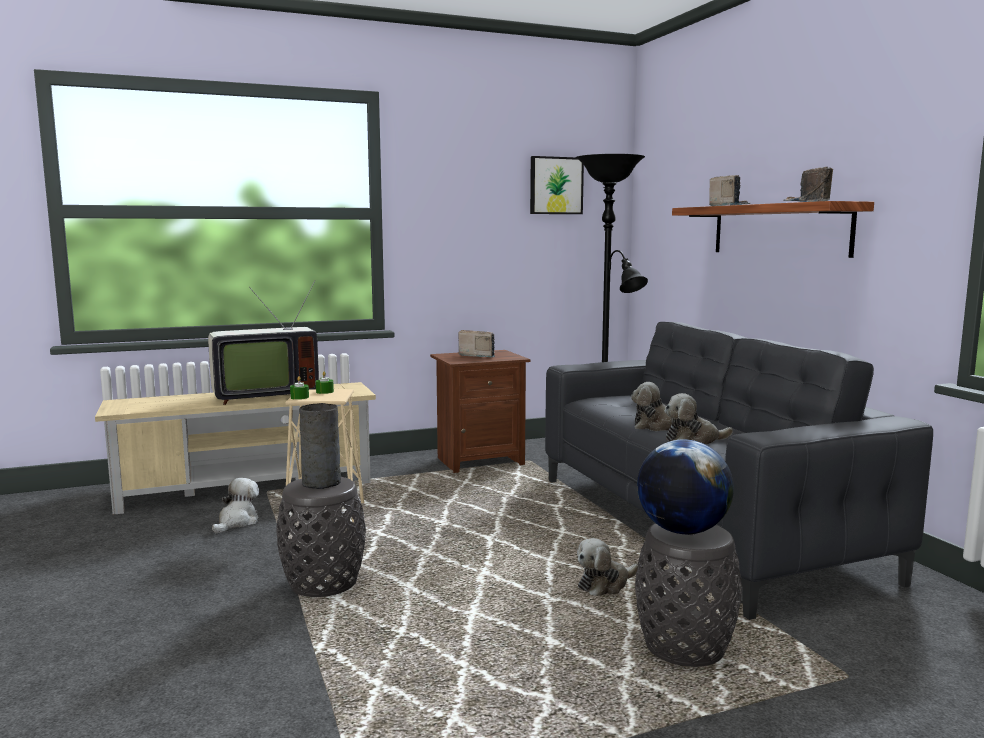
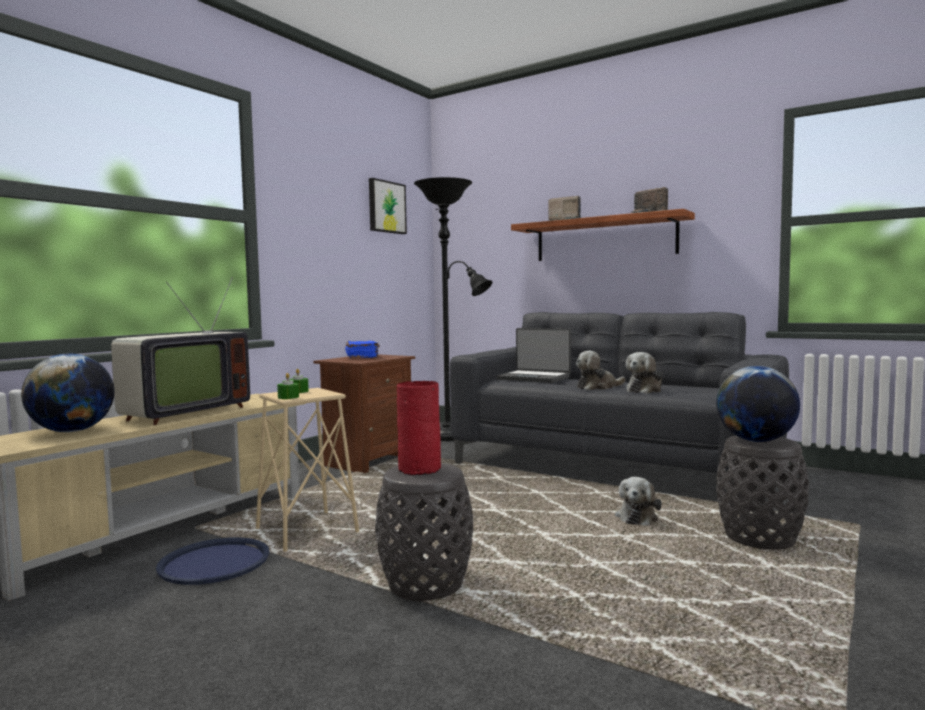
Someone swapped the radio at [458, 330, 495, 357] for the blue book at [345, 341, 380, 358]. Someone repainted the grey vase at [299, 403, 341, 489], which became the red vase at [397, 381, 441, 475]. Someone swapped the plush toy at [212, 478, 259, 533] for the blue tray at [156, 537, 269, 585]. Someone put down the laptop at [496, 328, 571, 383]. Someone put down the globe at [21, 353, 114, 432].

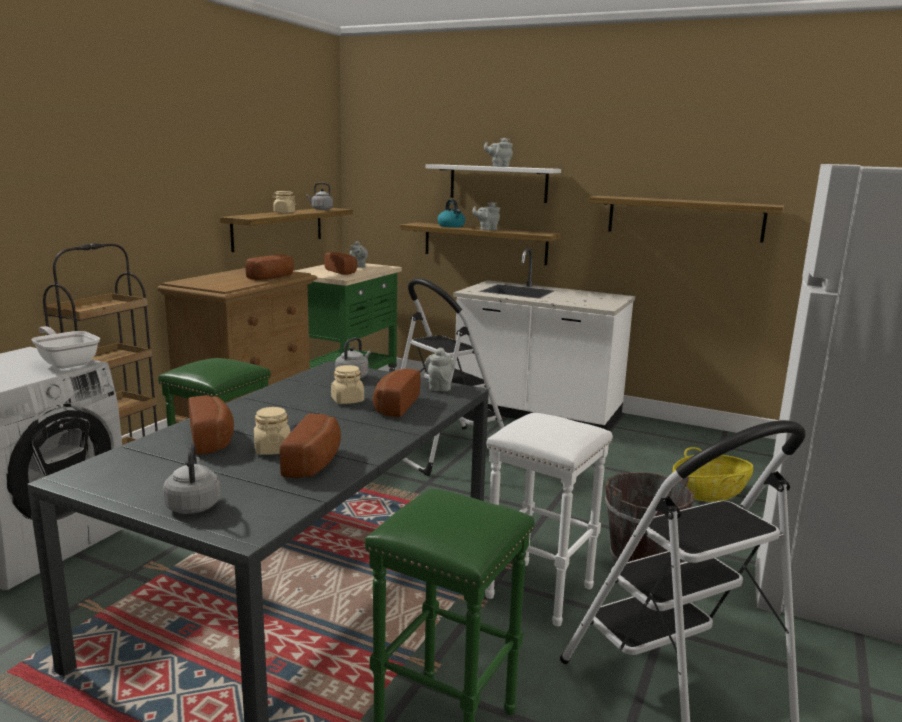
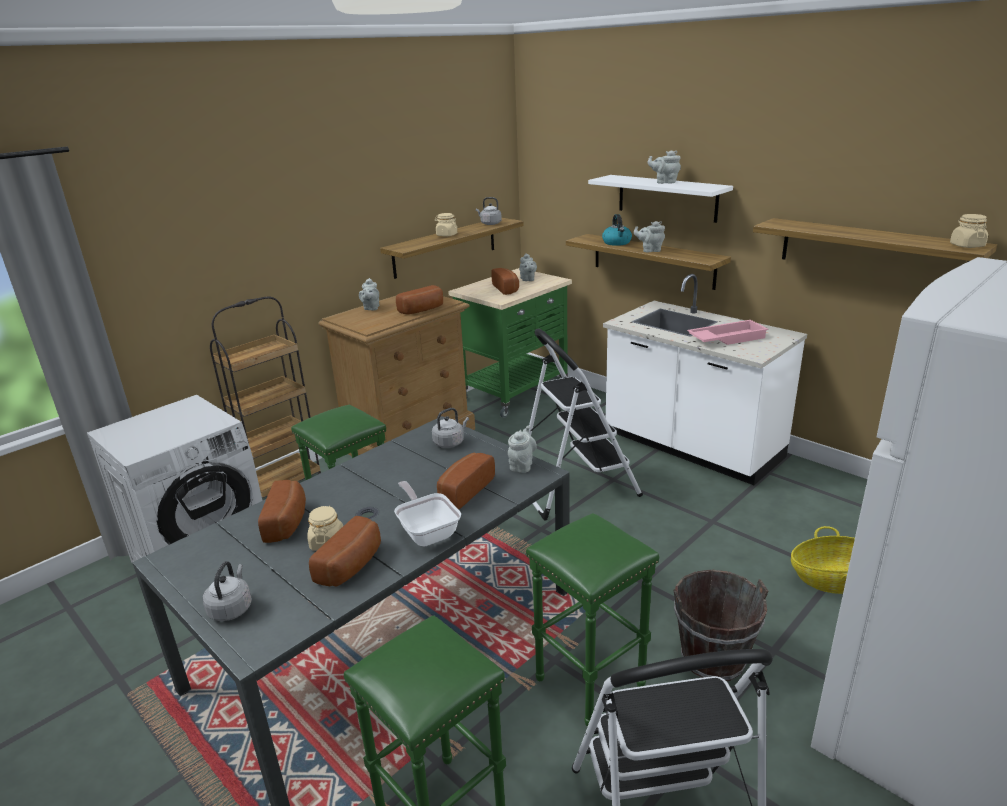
Someone carried the frying pan from [31, 326, 100, 369] to [394, 481, 461, 547]. Someone carried the beige jar from [331, 365, 364, 404] to [950, 214, 988, 248]. Someone repainted the white stool at [485, 413, 613, 626], which became the green stool at [526, 513, 659, 727]. Someone put down the grey teapot at [359, 278, 379, 311]. Someone put down the pink tray at [687, 320, 769, 345].

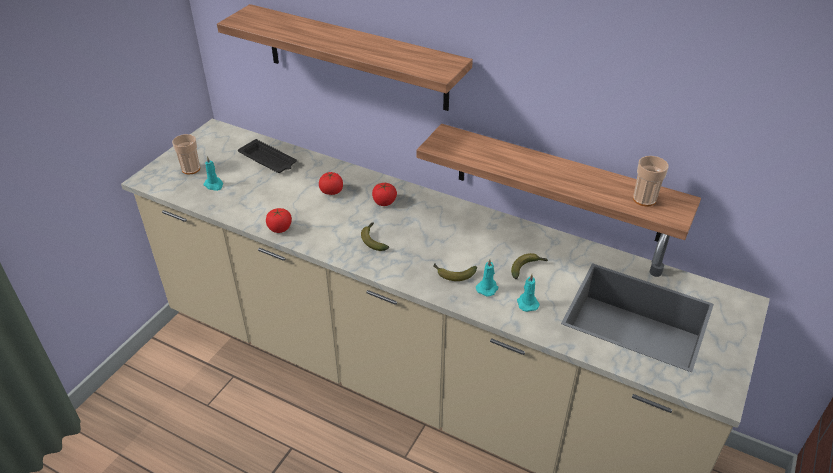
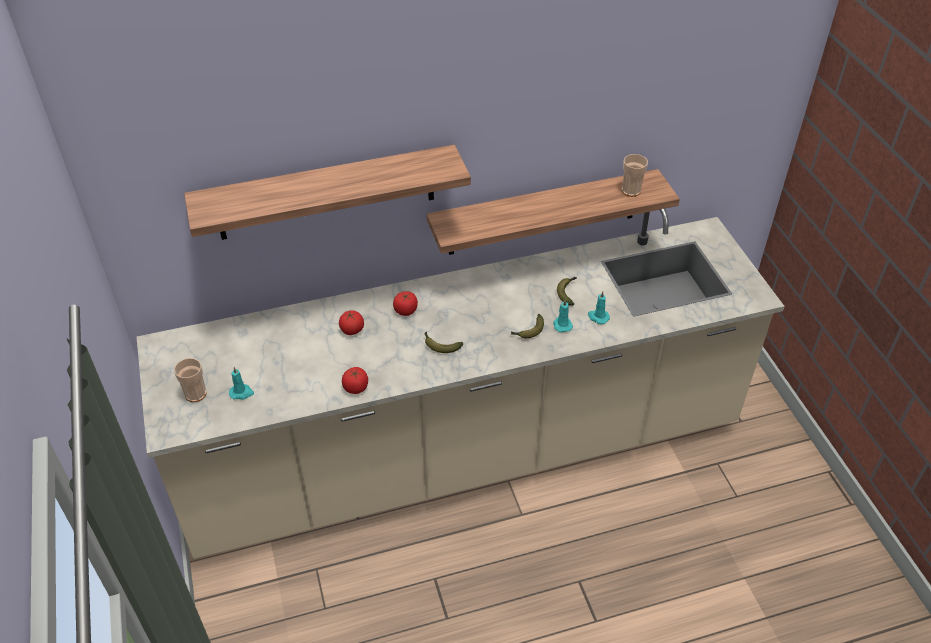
Someone took away the black tray at [238, 139, 297, 173].

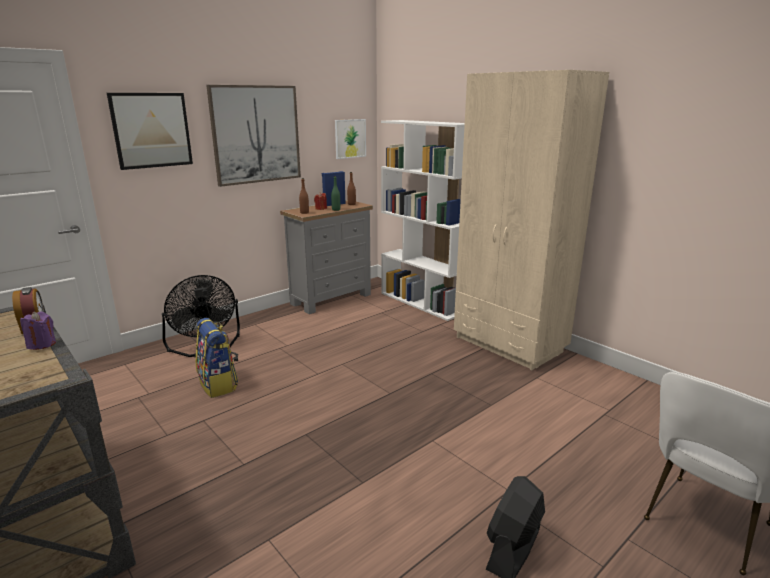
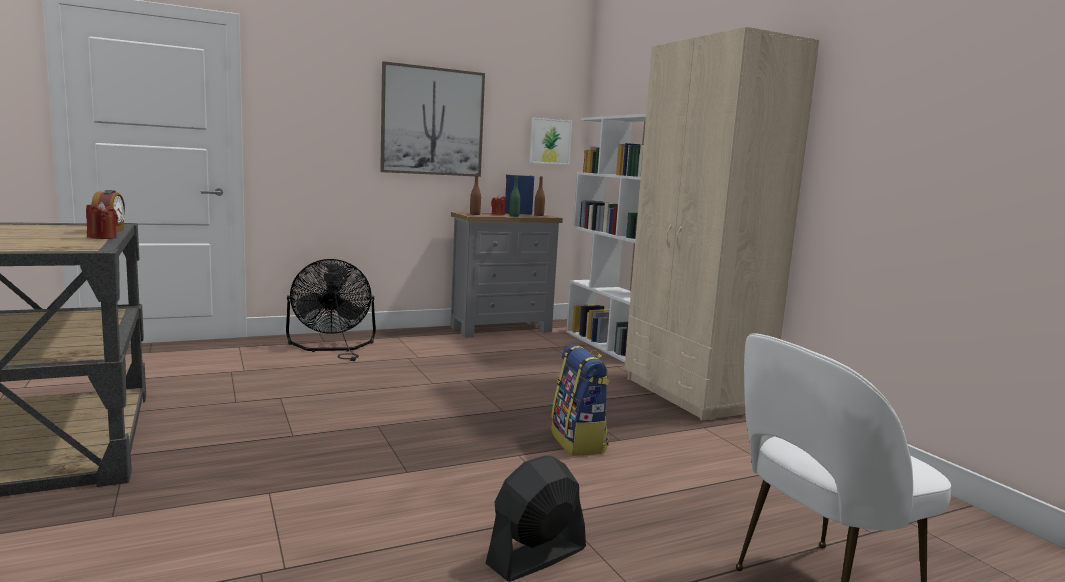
Someone took away the picture at [107, 93, 193, 170]. Someone repainted the purple candle at [20, 312, 56, 350], which became the red candle at [86, 202, 118, 239]. Someone carried the backpack from [196, 318, 238, 398] to [551, 344, 610, 456].

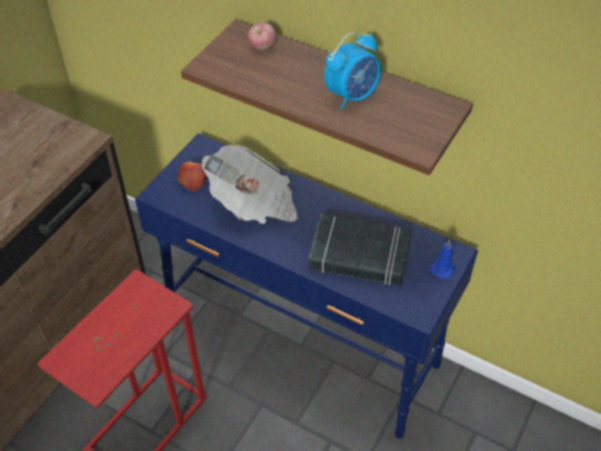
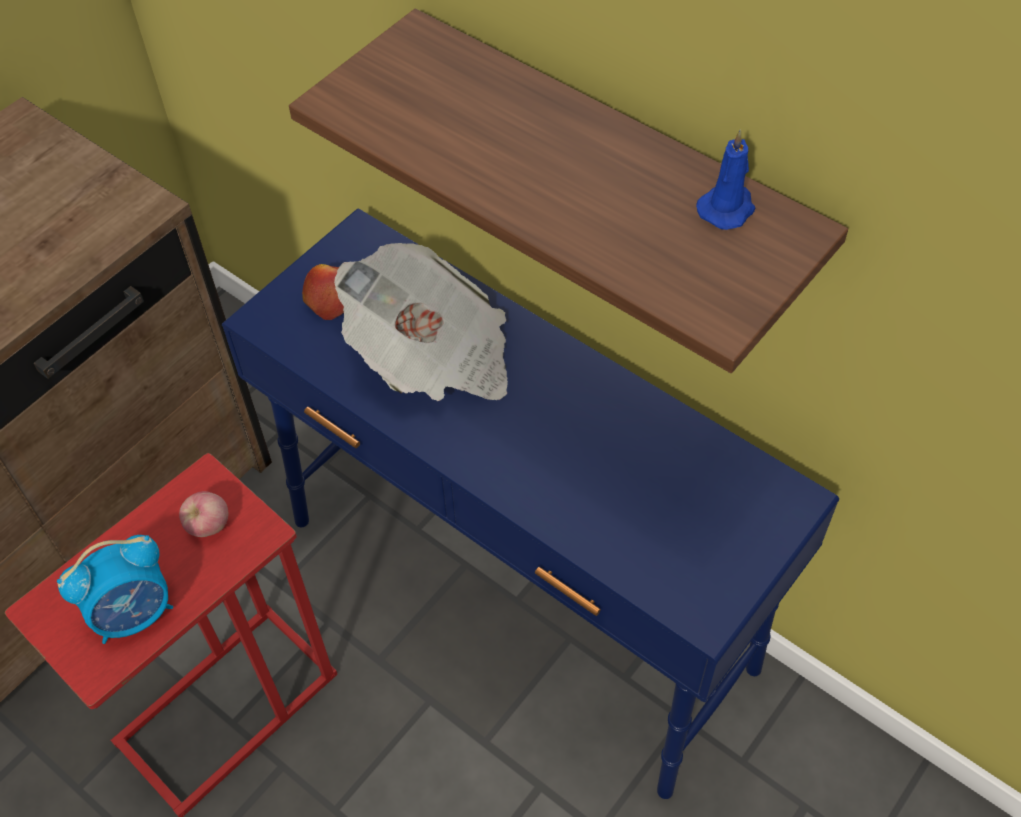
Someone carried the apple from [248, 22, 276, 50] to [179, 491, 229, 537]. Someone carried the alarm clock from [324, 32, 381, 110] to [57, 535, 173, 644]. Someone took away the black book at [309, 214, 412, 285]. Someone carried the blue candle from [430, 240, 456, 279] to [696, 129, 755, 230].

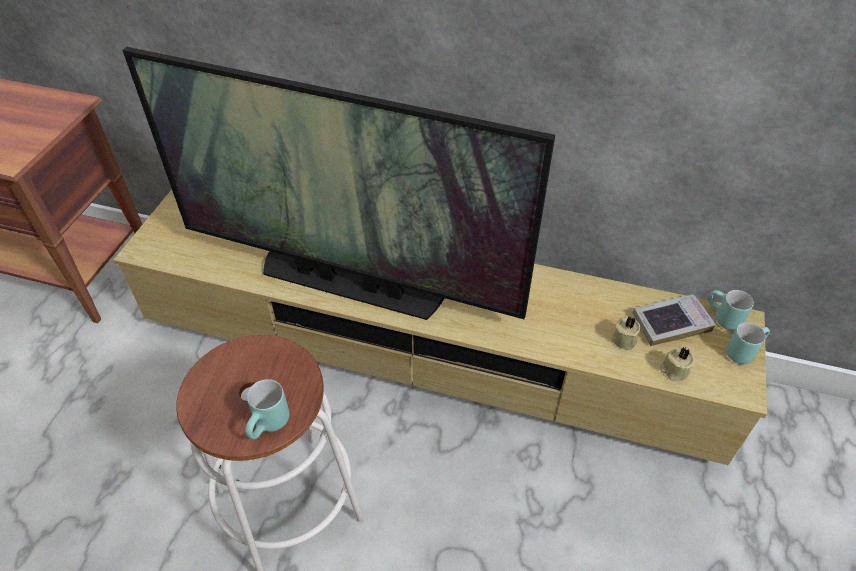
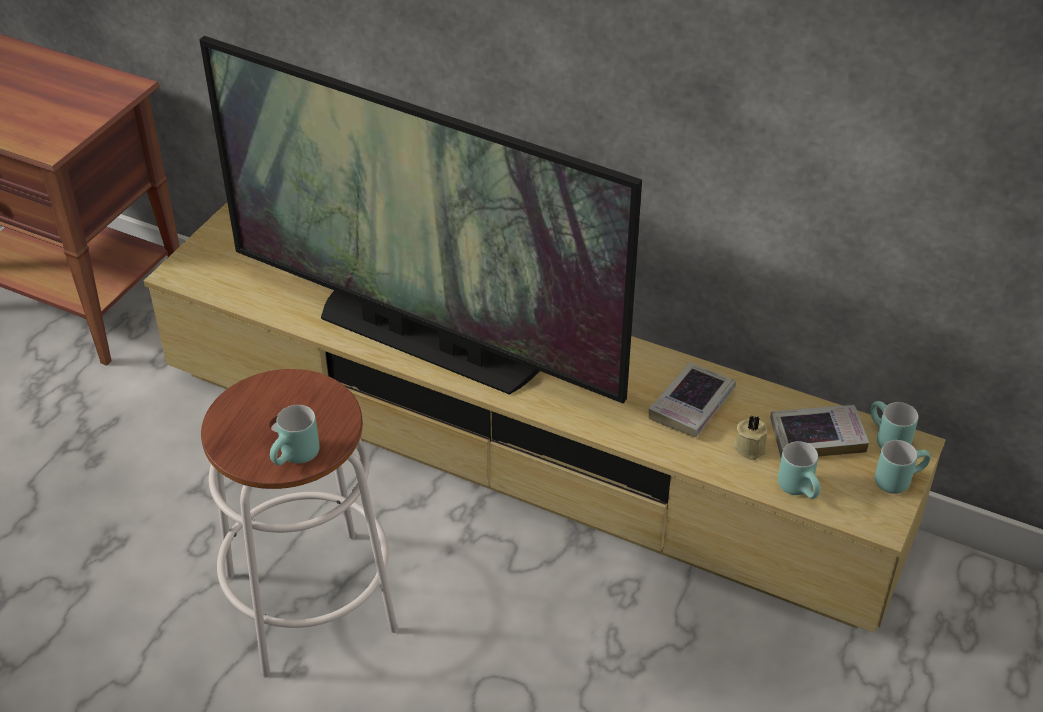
Someone swapped the beige candle at [660, 347, 695, 381] for the turquoise mug at [778, 441, 821, 499]. Someone put down the book at [649, 362, 736, 437].

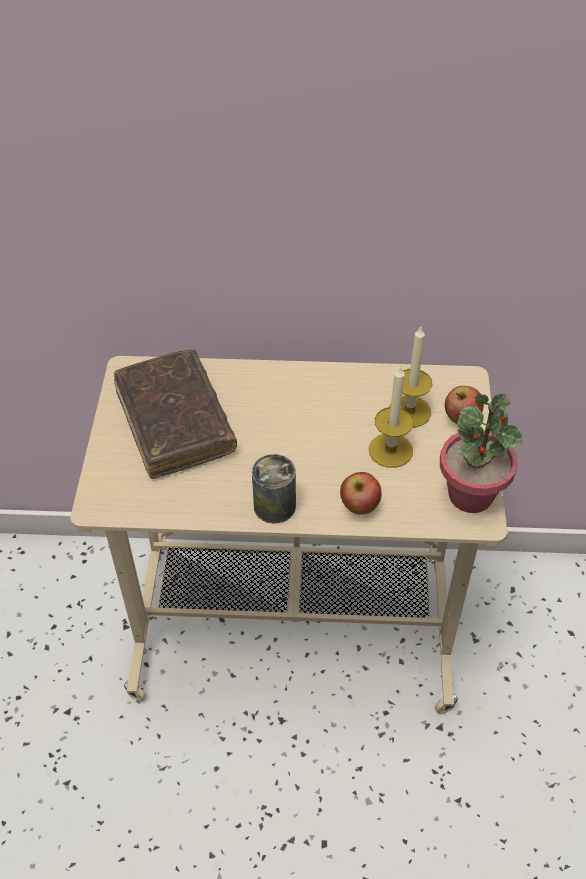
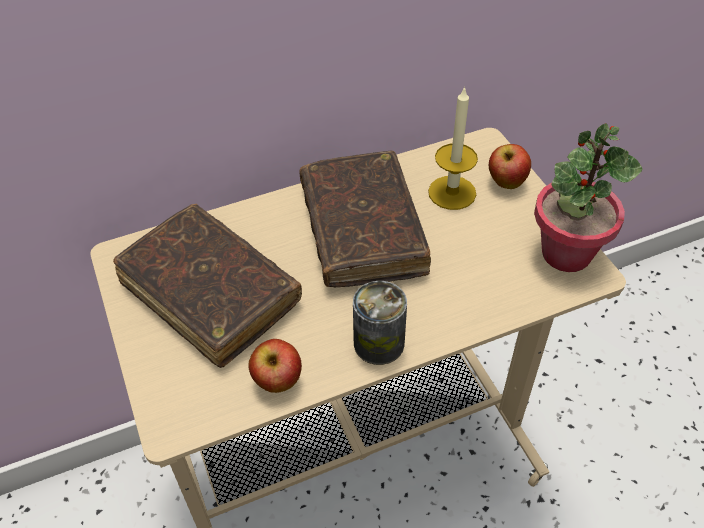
Someone took away the candle at [369, 365, 414, 468]. Someone carried the apple from [340, 472, 382, 515] to [248, 339, 302, 393]. Someone put down the brown book at [299, 150, 431, 287].

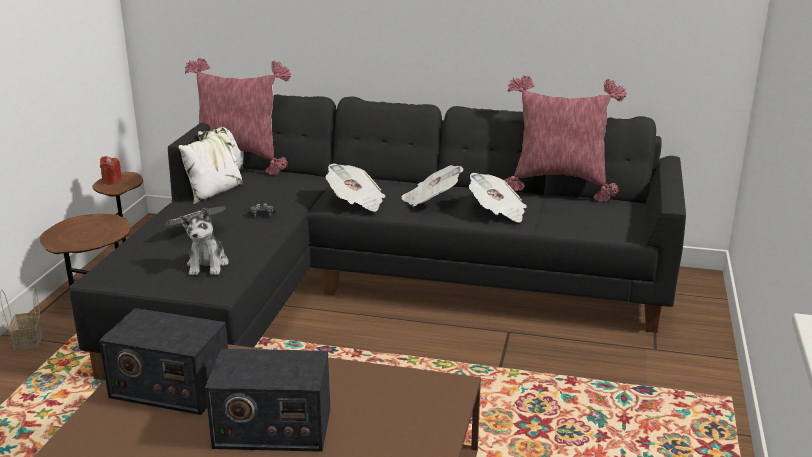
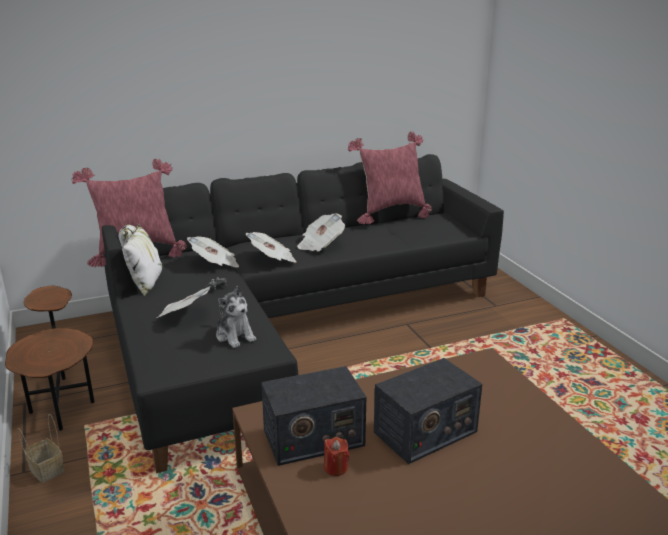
Someone carried the red candle from [100, 156, 122, 185] to [324, 437, 349, 476]. Someone carried the newspaper from [469, 173, 527, 222] to [187, 237, 239, 268].

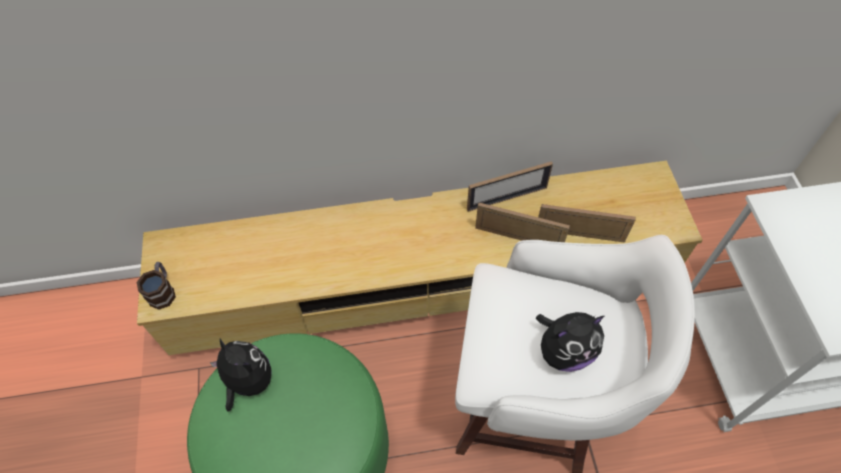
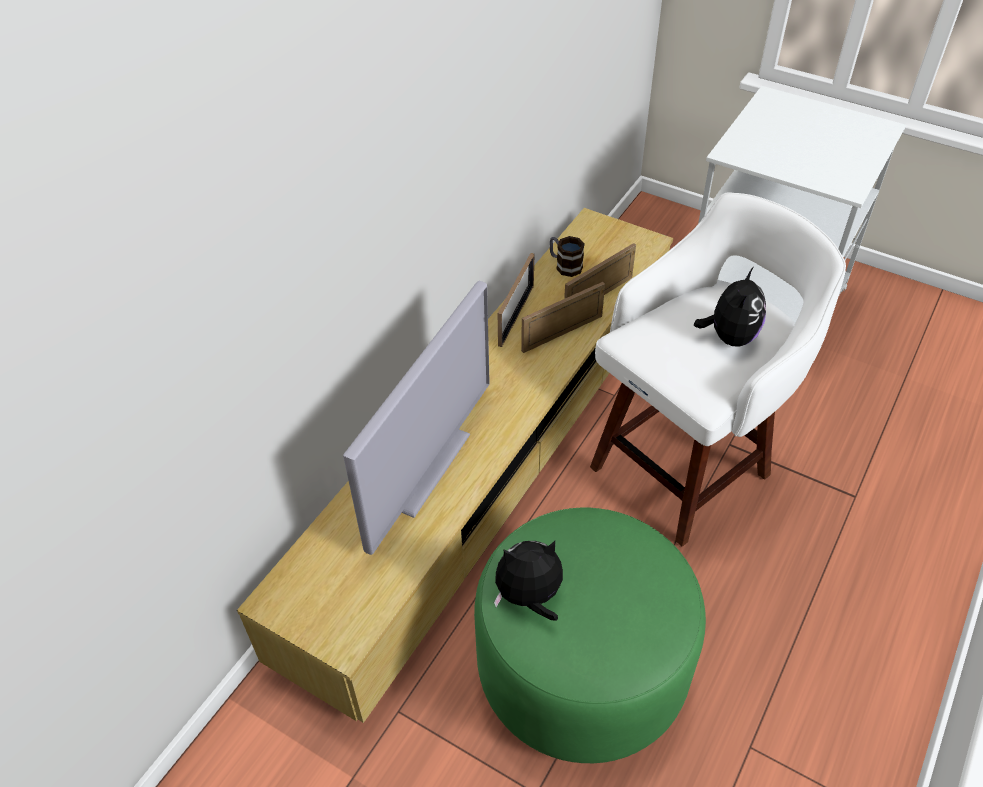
Someone carried the mug from [137, 262, 176, 310] to [550, 236, 585, 277]. Someone put down the television at [343, 281, 490, 555].

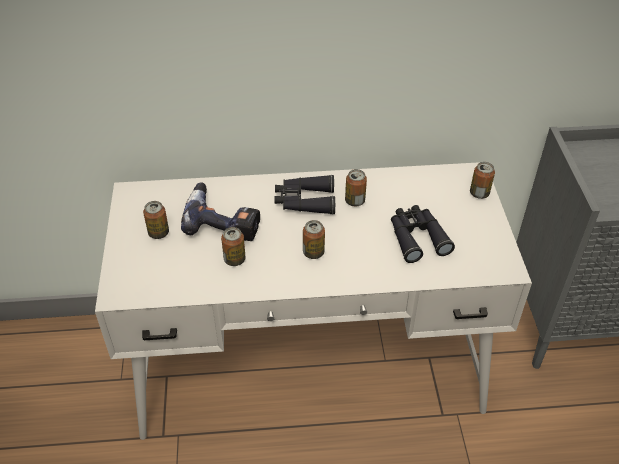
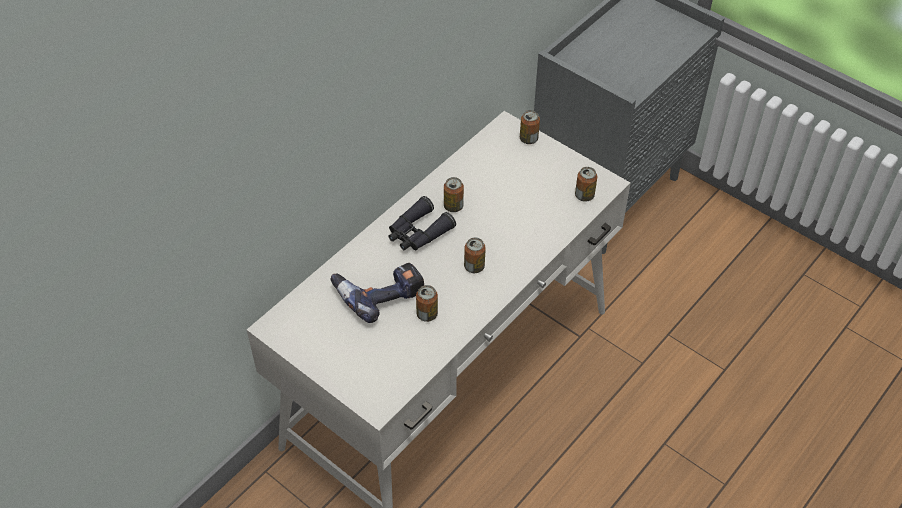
Someone carried the can from [143, 201, 169, 239] to [575, 167, 597, 202]. Someone took away the black binoculars at [391, 205, 455, 263].

